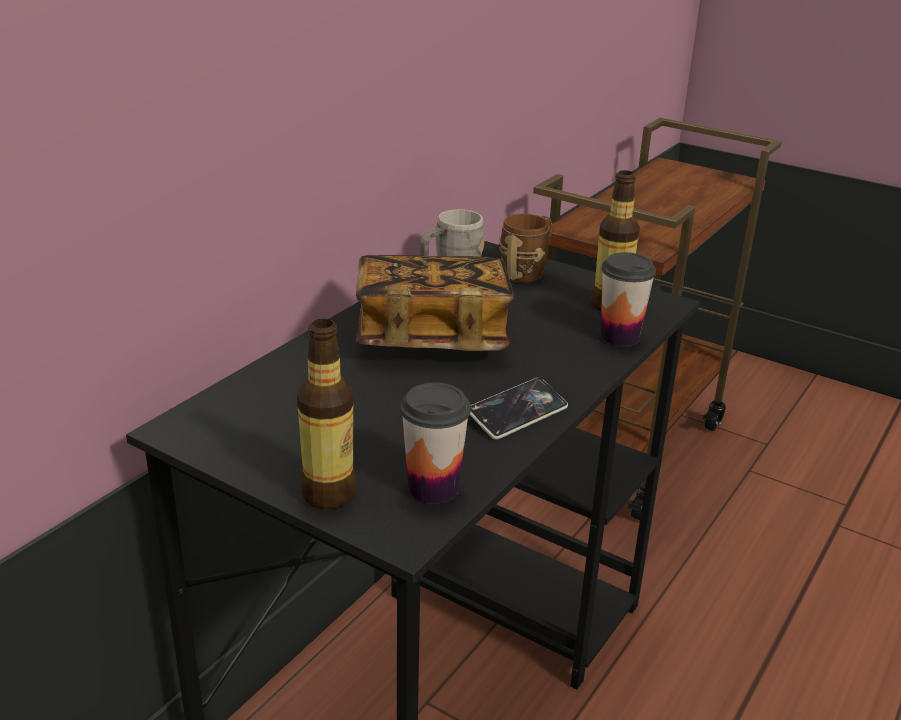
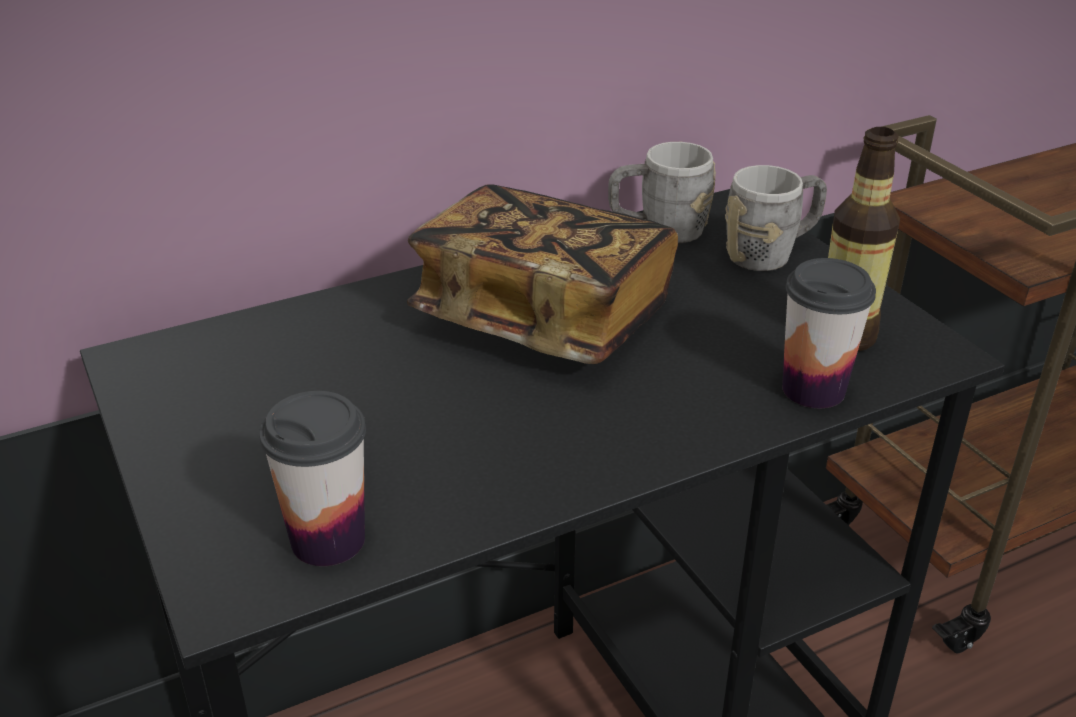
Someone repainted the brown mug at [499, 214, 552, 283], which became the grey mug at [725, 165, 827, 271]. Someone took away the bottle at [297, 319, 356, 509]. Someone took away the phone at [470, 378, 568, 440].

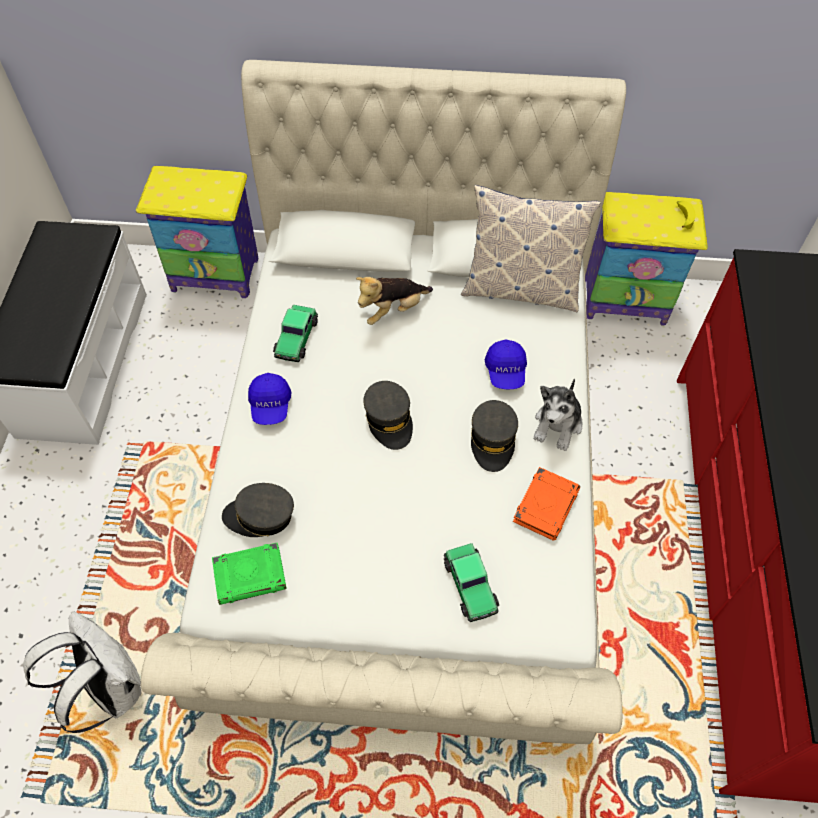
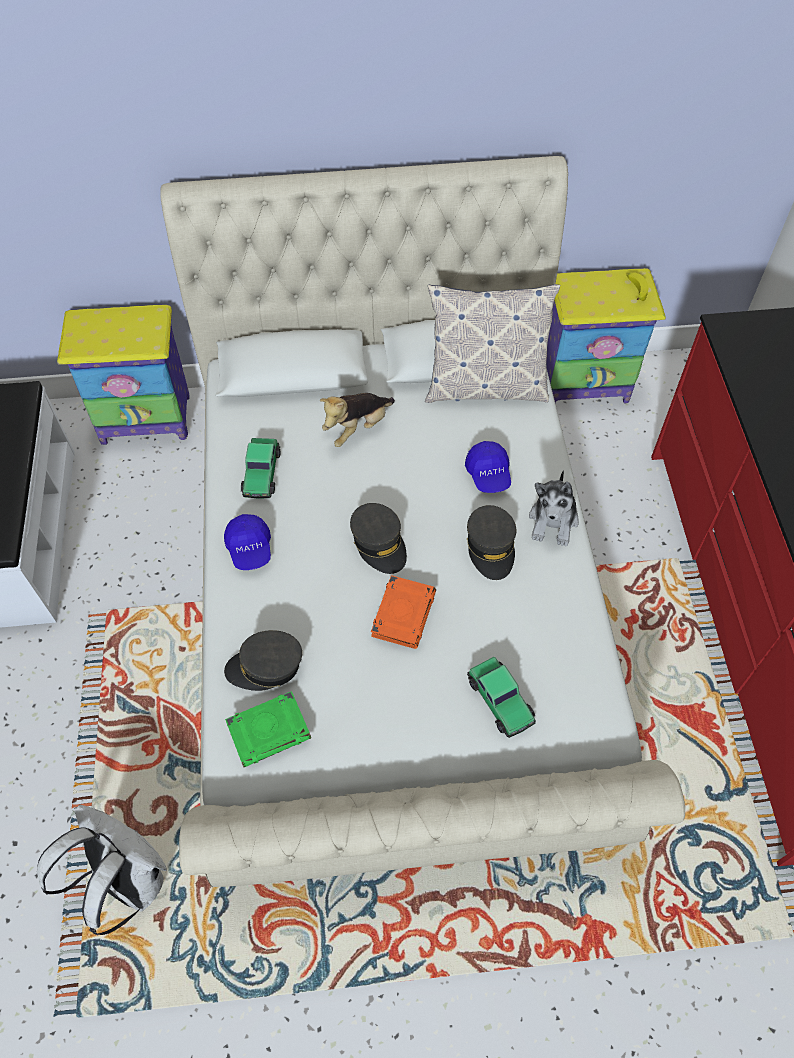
Someone carried the orange book from [513, 467, 580, 540] to [371, 575, 436, 649].

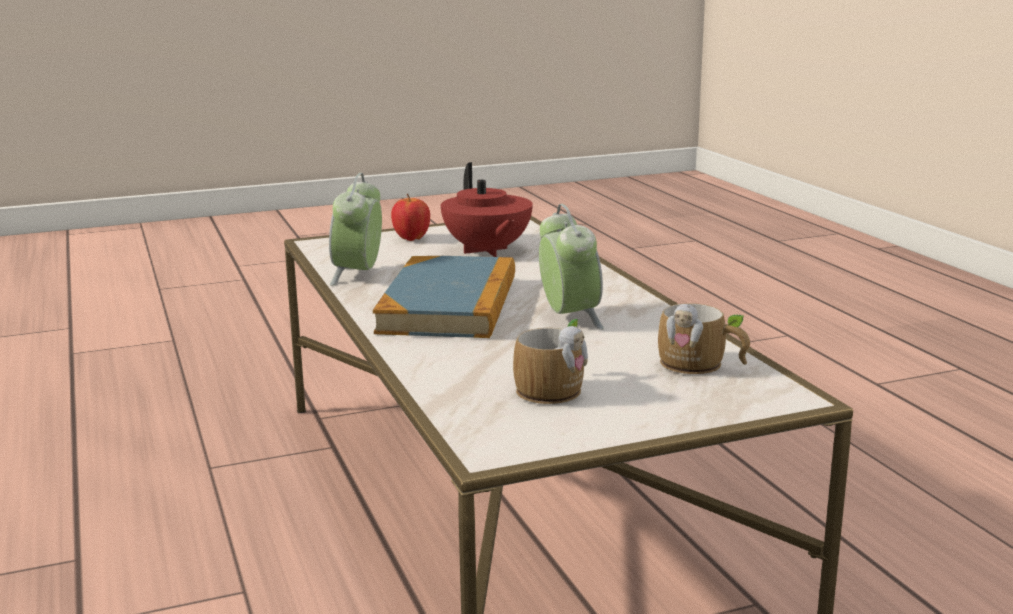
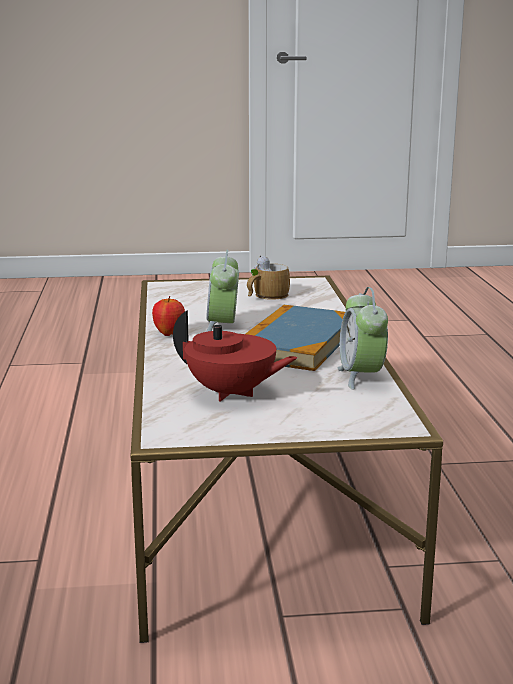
Someone rotated the red teapot at [441, 162, 533, 257] by 120 degrees clockwise. Someone rotated the alarm clock at [329, 173, 382, 286] by 150 degrees clockwise. Someone carried the apple from [391, 194, 430, 241] to [152, 296, 185, 336]. Someone took away the mug at [658, 303, 750, 374].

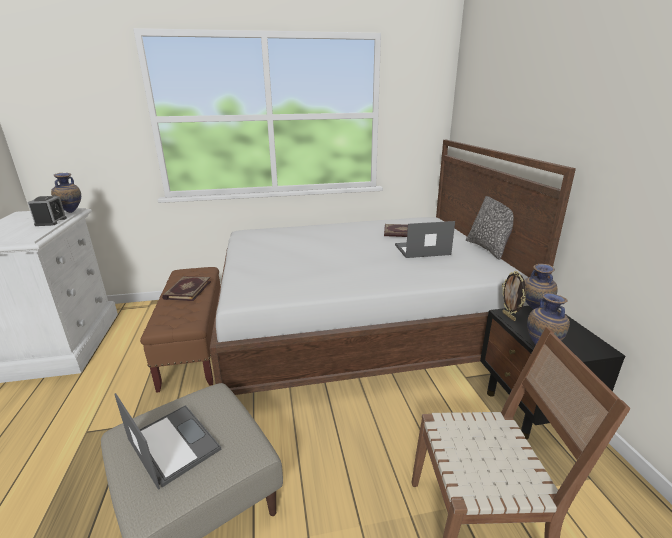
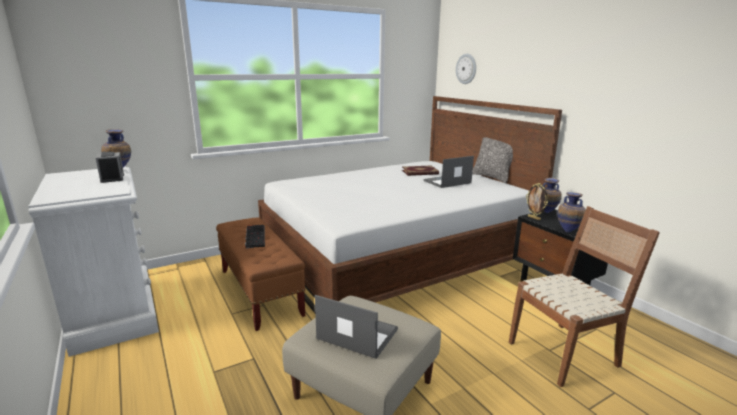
Someone swapped the book at [162, 276, 211, 301] for the keyboard at [245, 225, 265, 248]. Someone put up the wall clock at [456, 54, 476, 84].

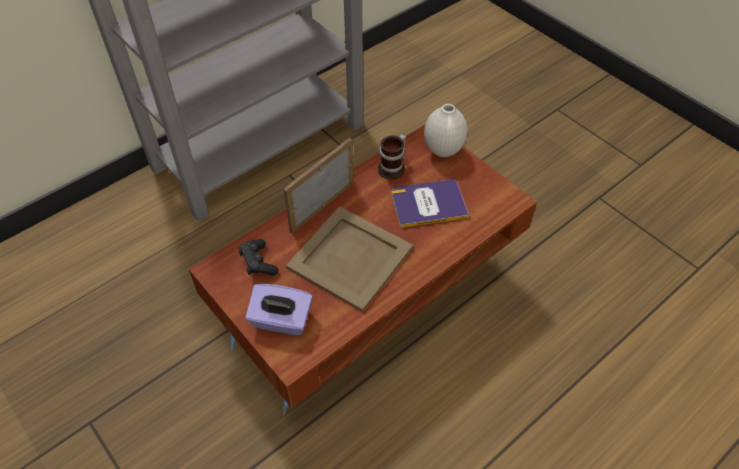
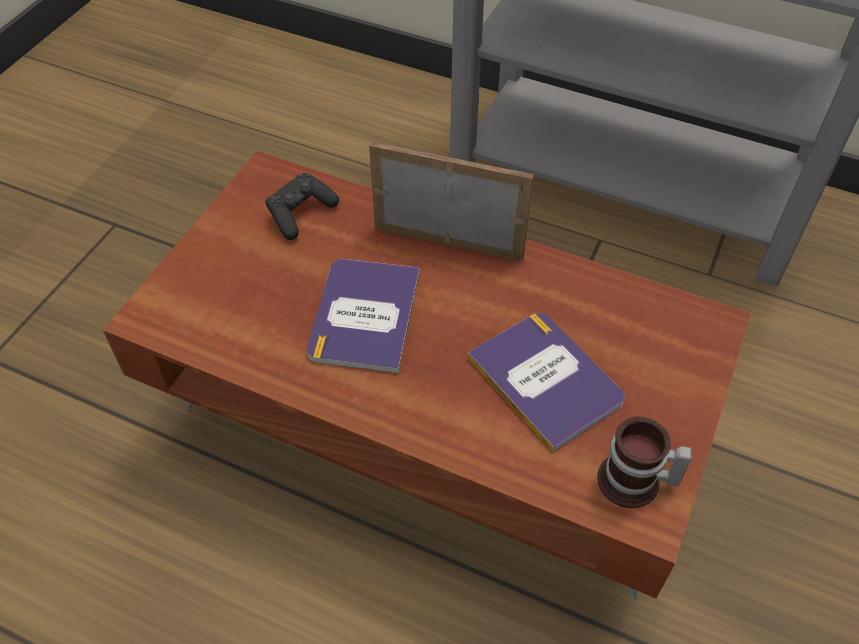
Someone took away the white vase at [424, 104, 467, 157]. Someone carried the mug from [378, 134, 406, 180] to [597, 416, 692, 508]. Someone swapped the beige tray at [286, 207, 413, 312] for the book at [307, 259, 420, 373]. Someone took away the purple tissue box at [245, 284, 313, 336].

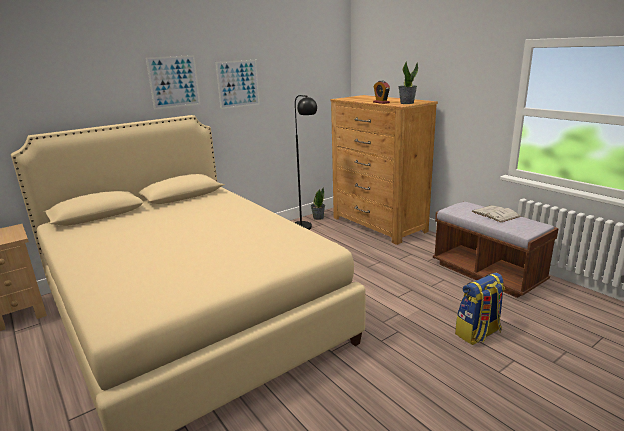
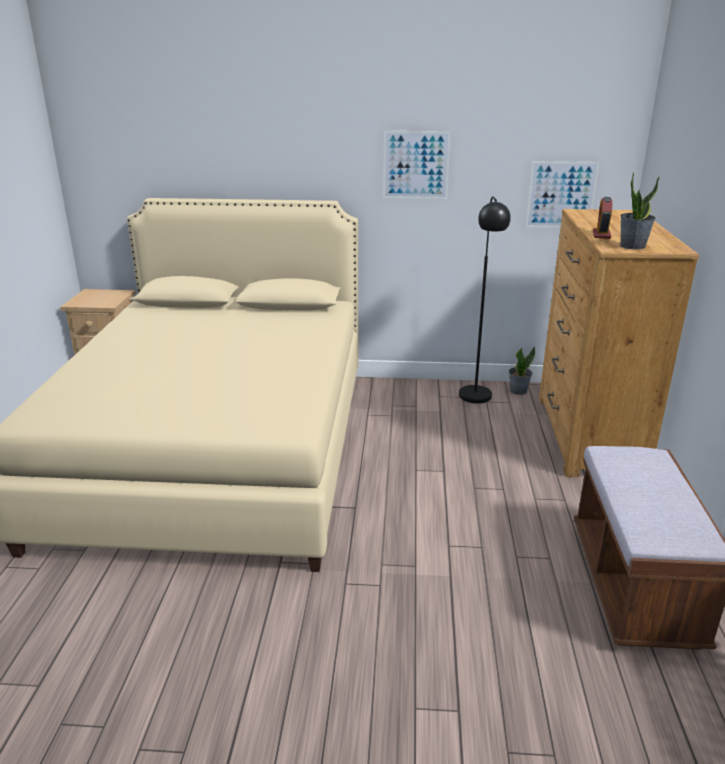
Someone carried the picture from [146, 55, 200, 110] to [525, 161, 600, 228]. Someone took away the white book at [471, 205, 521, 223]. Someone took away the backpack at [455, 273, 505, 345].

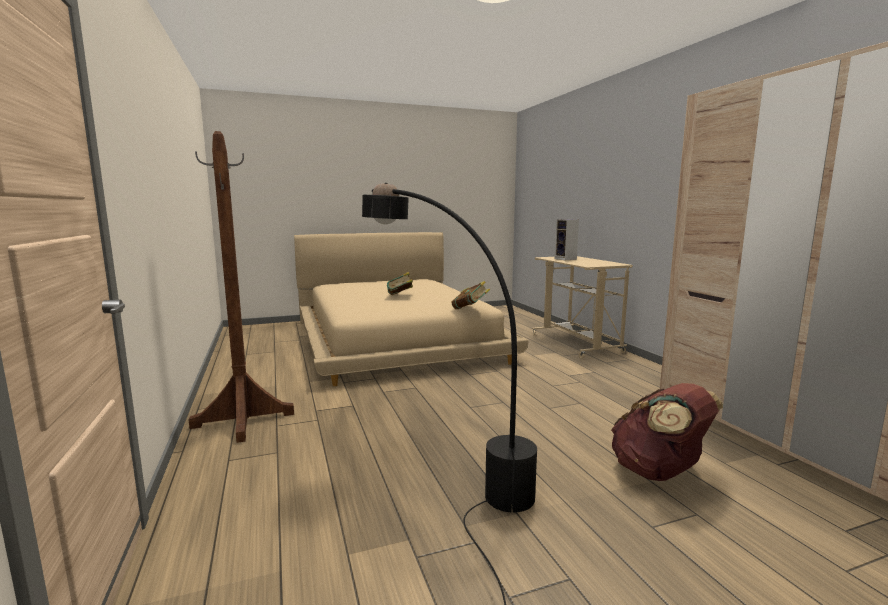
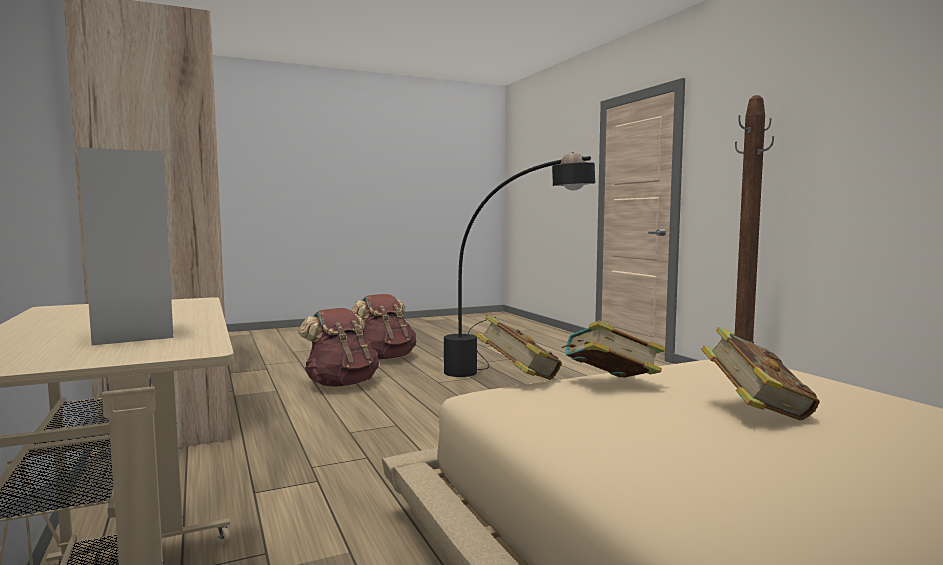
Someone put down the brown backpack at [351, 294, 417, 360]. Someone put down the book at [562, 321, 665, 378].

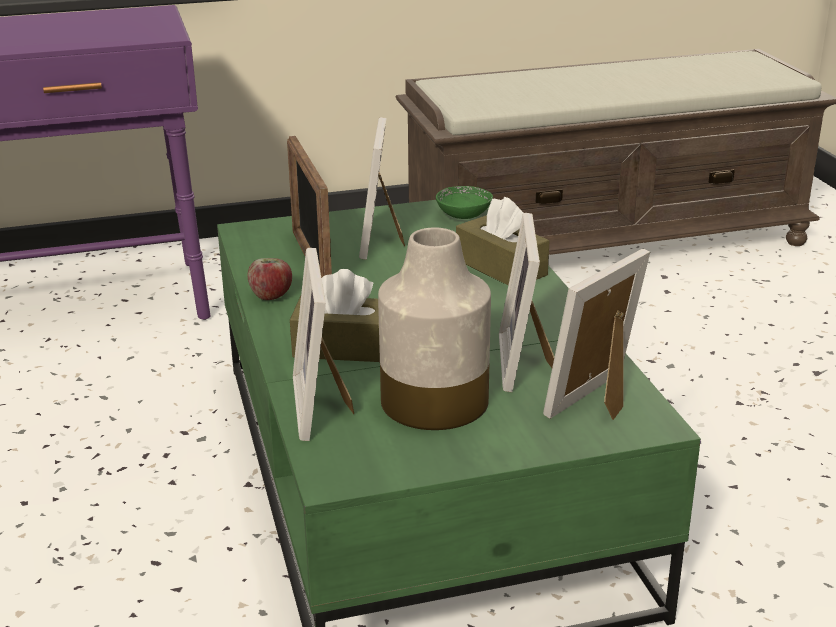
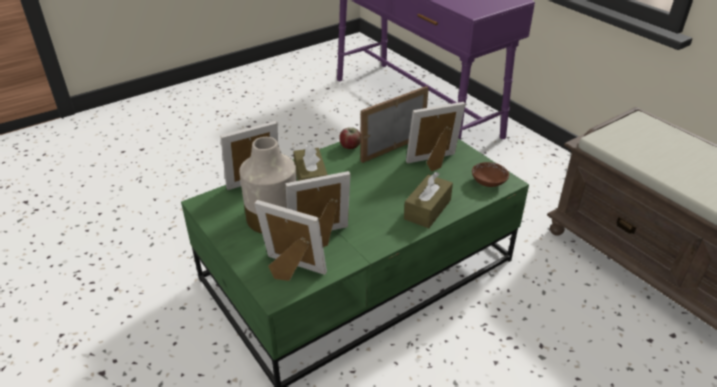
Someone repainted the green bowl at [436, 186, 493, 219], which became the brown bowl at [472, 162, 509, 187].

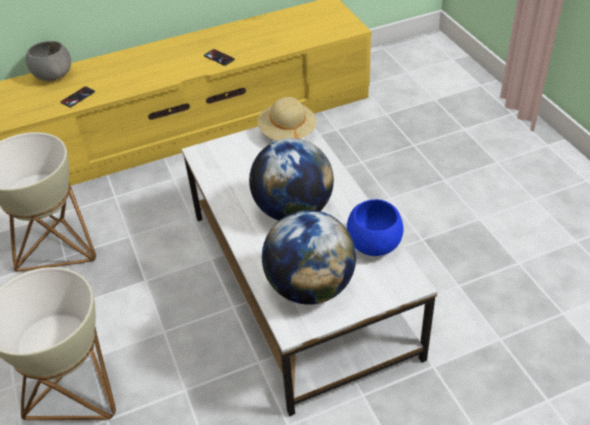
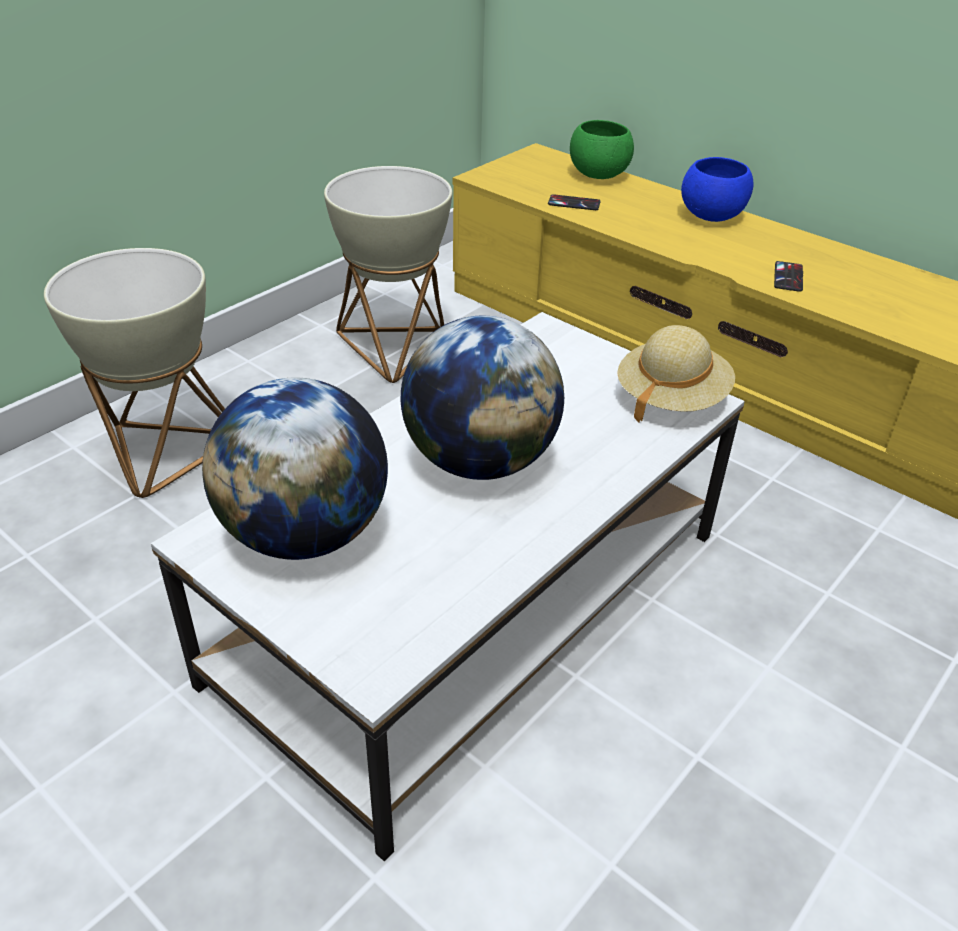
Someone repainted the grey bowl at [26, 41, 71, 81], which became the green bowl at [570, 120, 634, 179]. Someone carried the blue bowl from [347, 199, 404, 256] to [681, 157, 753, 222].

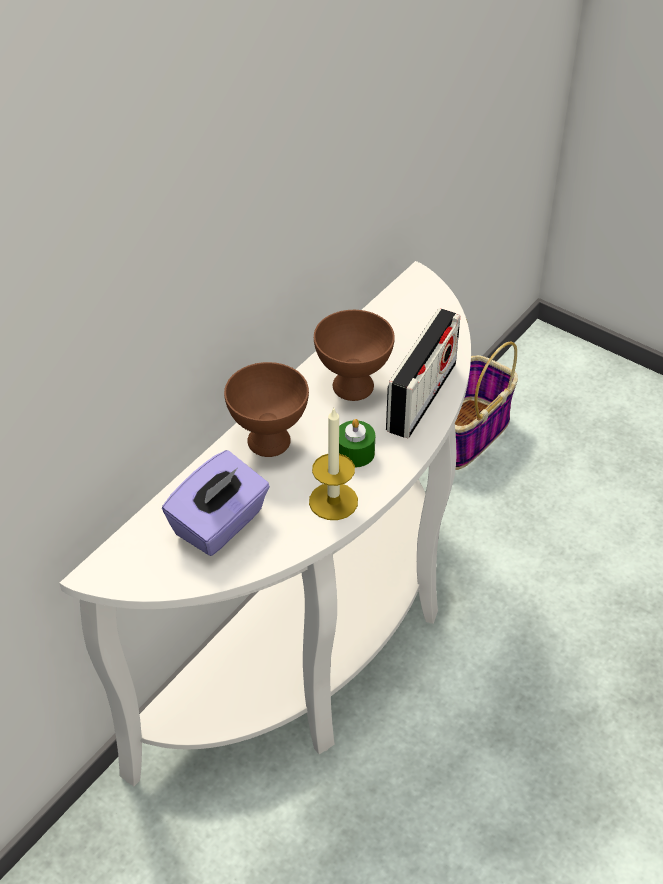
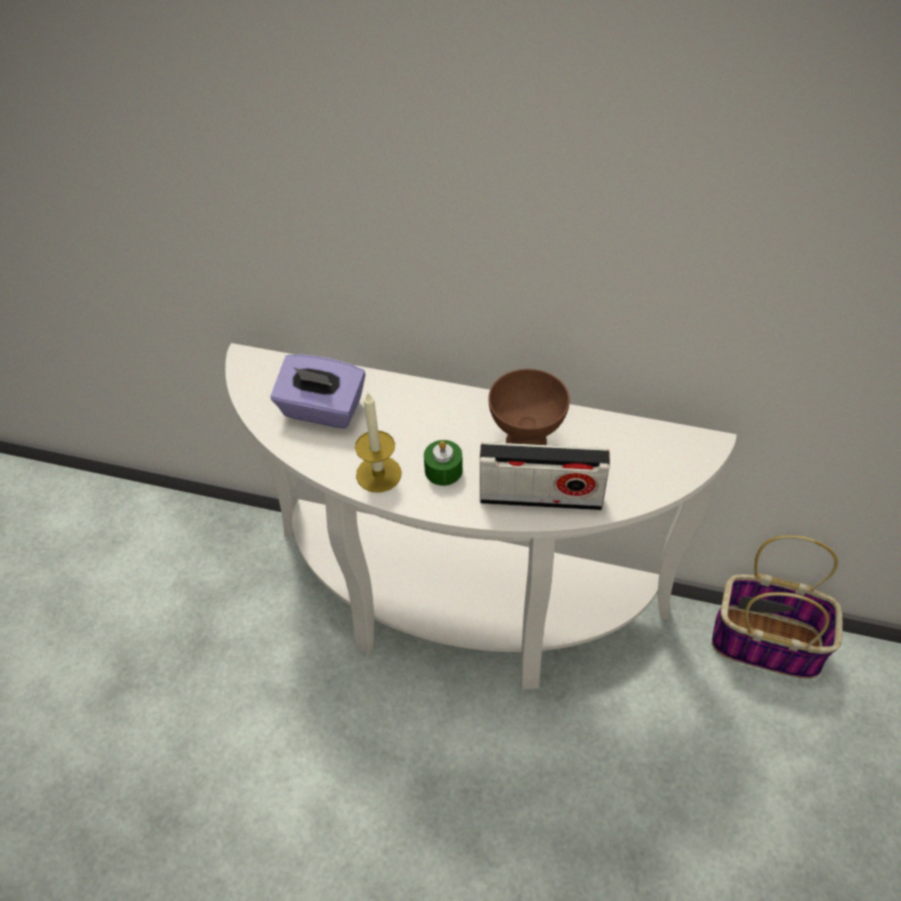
Someone took away the brown bowl at [224, 362, 309, 457].

